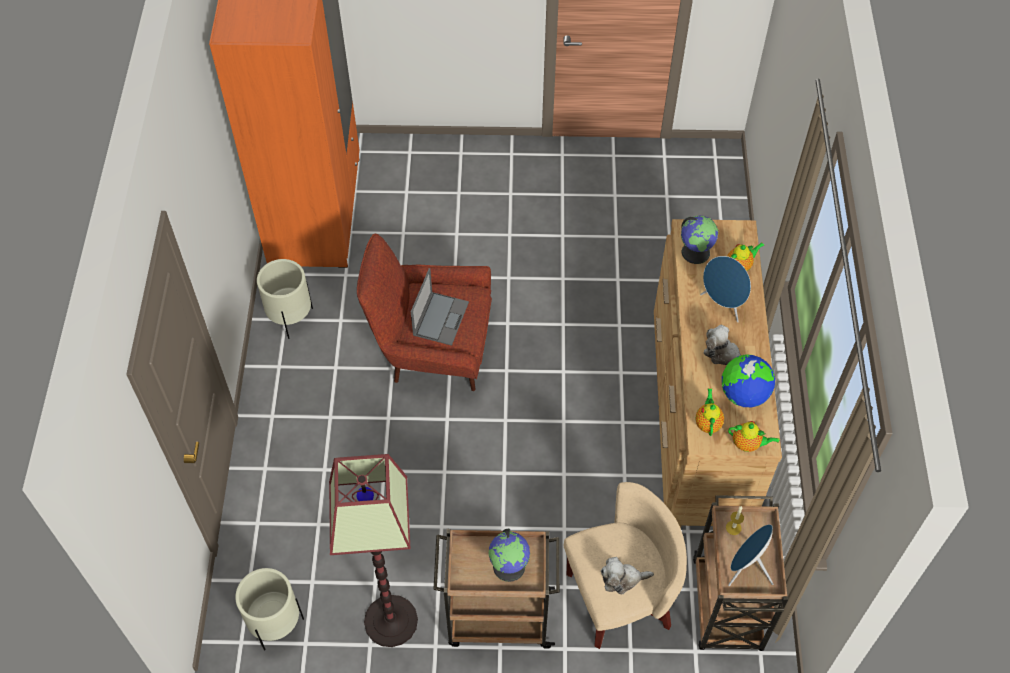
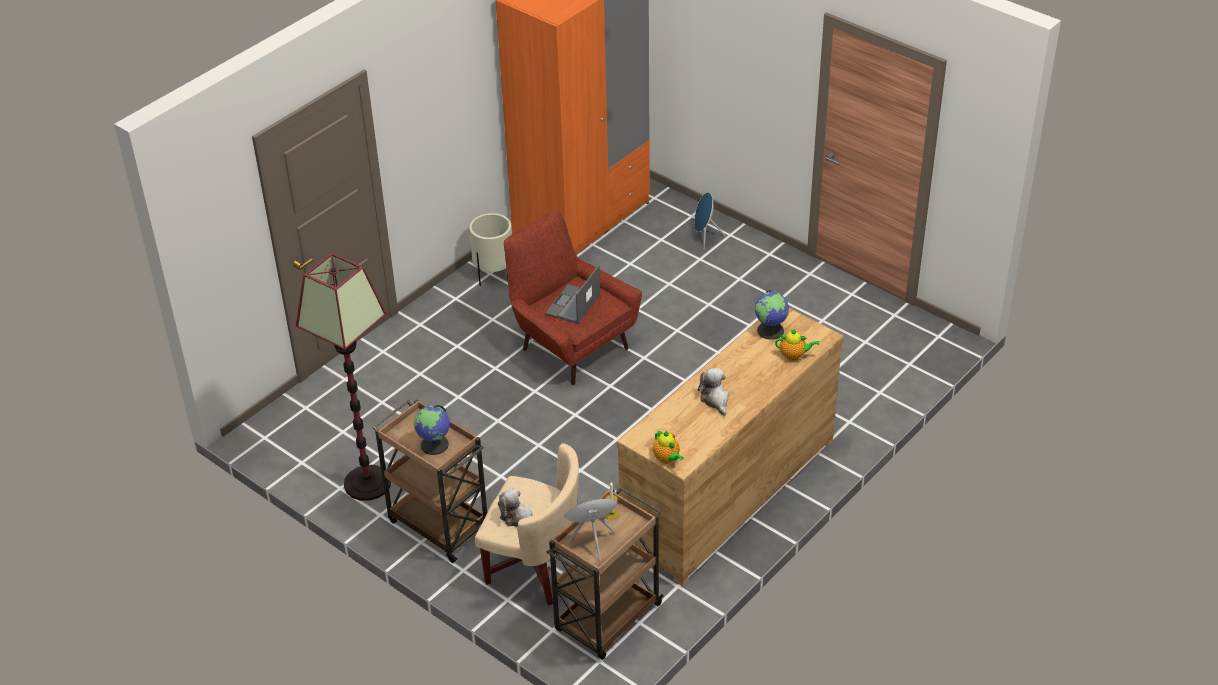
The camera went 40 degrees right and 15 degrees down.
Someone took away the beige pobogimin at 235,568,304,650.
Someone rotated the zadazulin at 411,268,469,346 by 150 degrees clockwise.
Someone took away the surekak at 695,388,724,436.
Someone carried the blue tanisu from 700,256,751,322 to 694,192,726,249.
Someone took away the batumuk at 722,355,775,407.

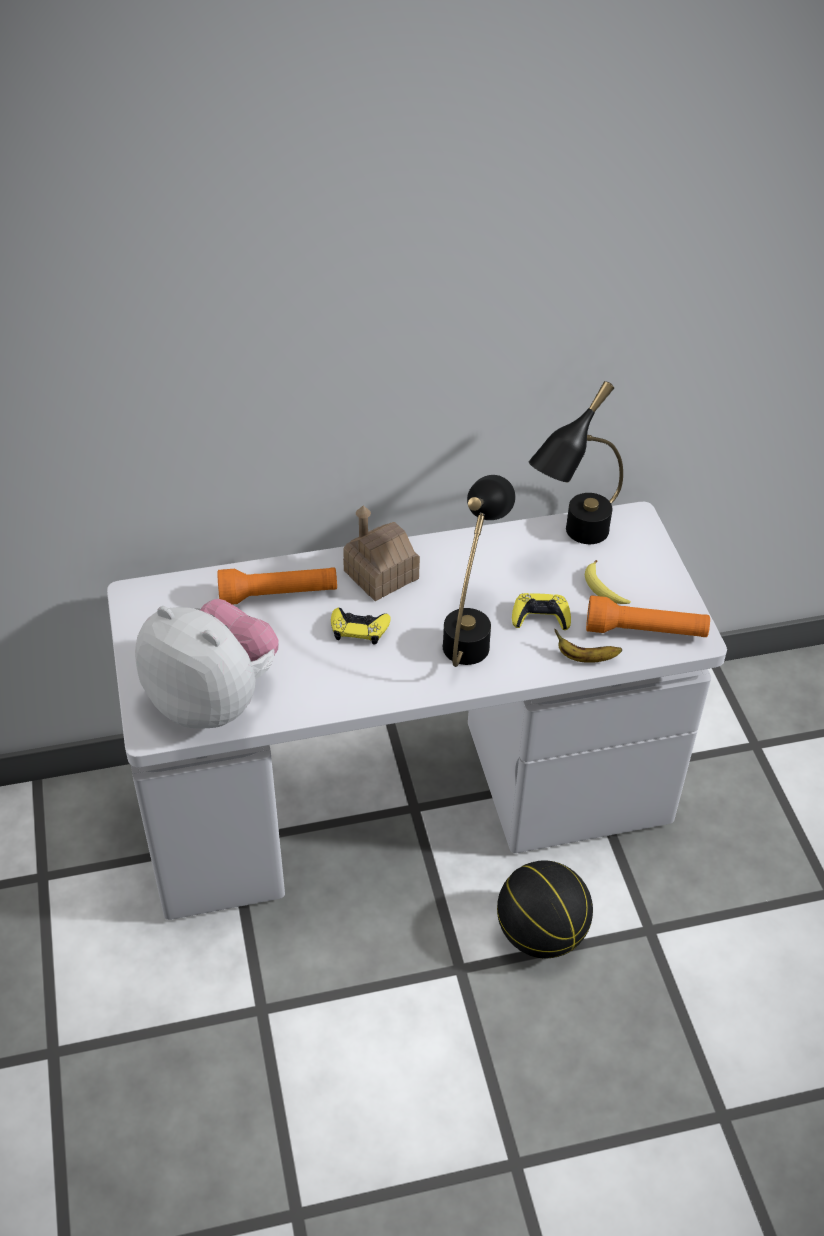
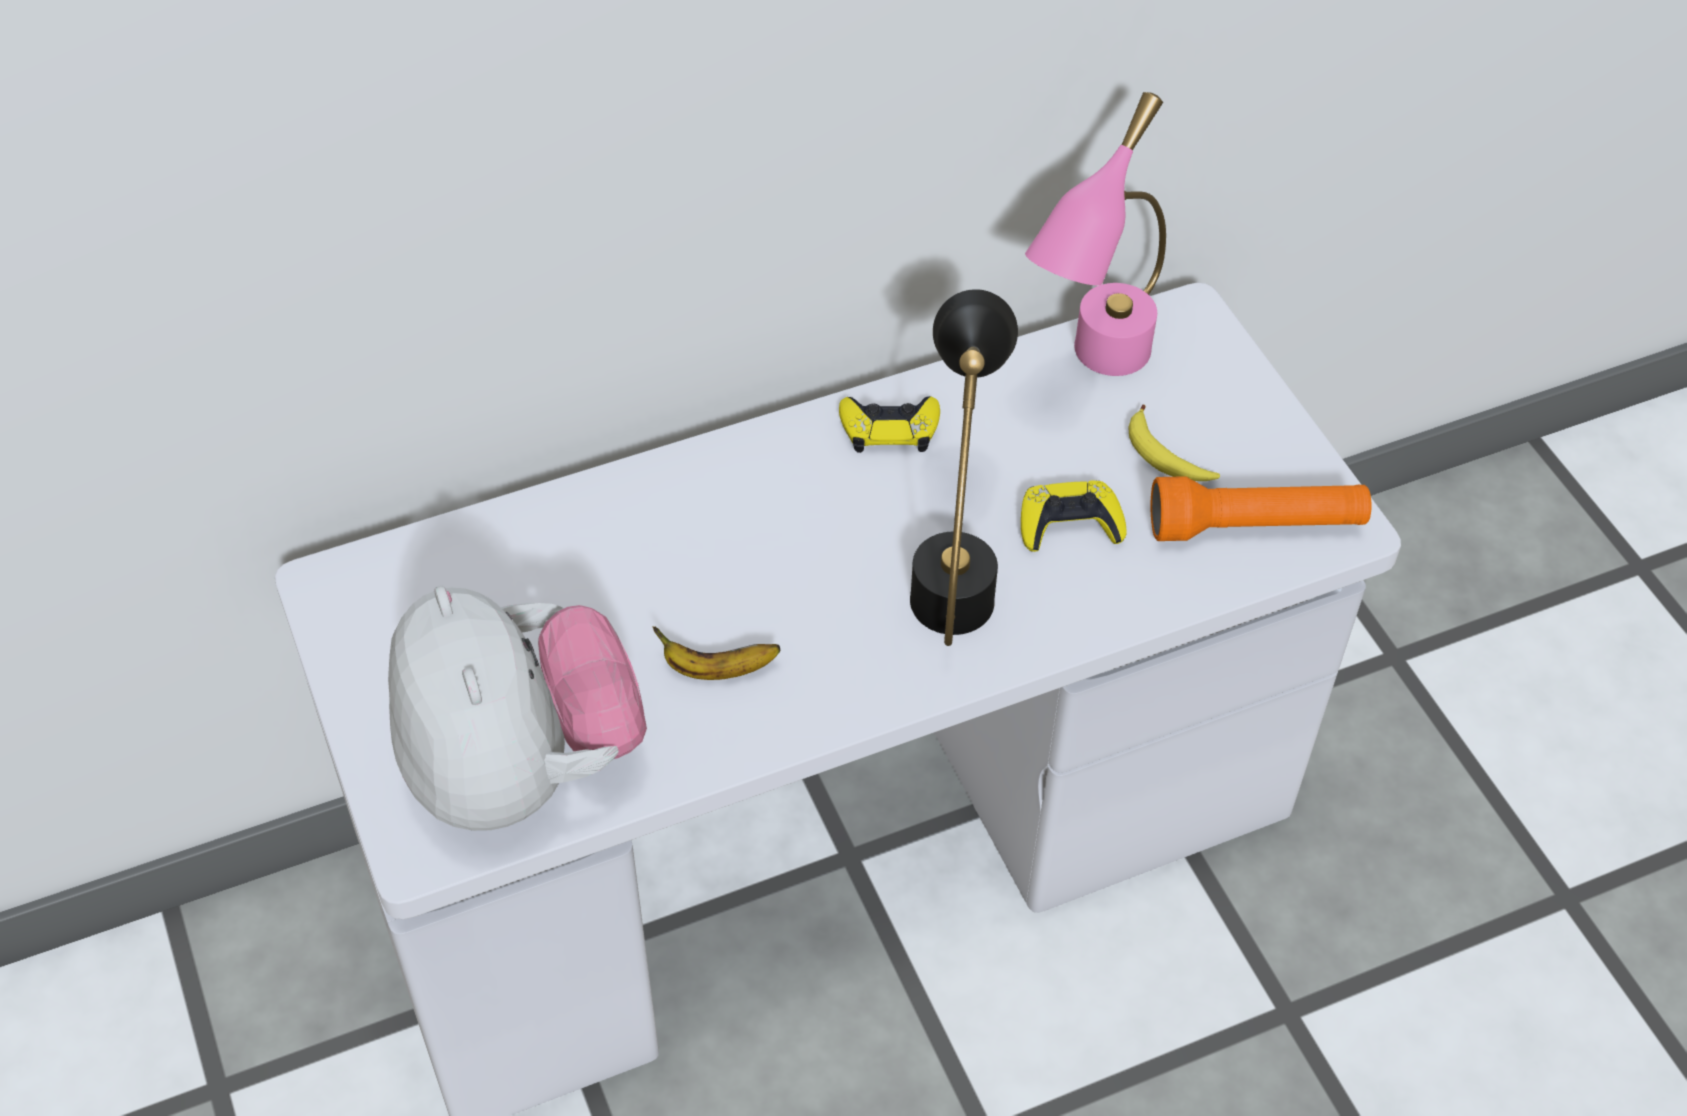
The camera went 10 degrees left and 5 degrees up.
Someone rotated the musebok at 135,599,279,729 by 45 degrees clockwise.
Someone took away the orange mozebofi at 217,568,337,605.
Someone carried the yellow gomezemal from 331,607,391,645 to 839,396,940,453.
Someone took away the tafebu at 343,506,420,601.
Someone took away the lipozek at 497,860,593,958.
Someone repainted the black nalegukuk at 529,381,623,544, which became the pink nalegukuk at 1025,92,1166,376.
Someone carried the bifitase from 554,629,622,663 to 653,626,780,680.

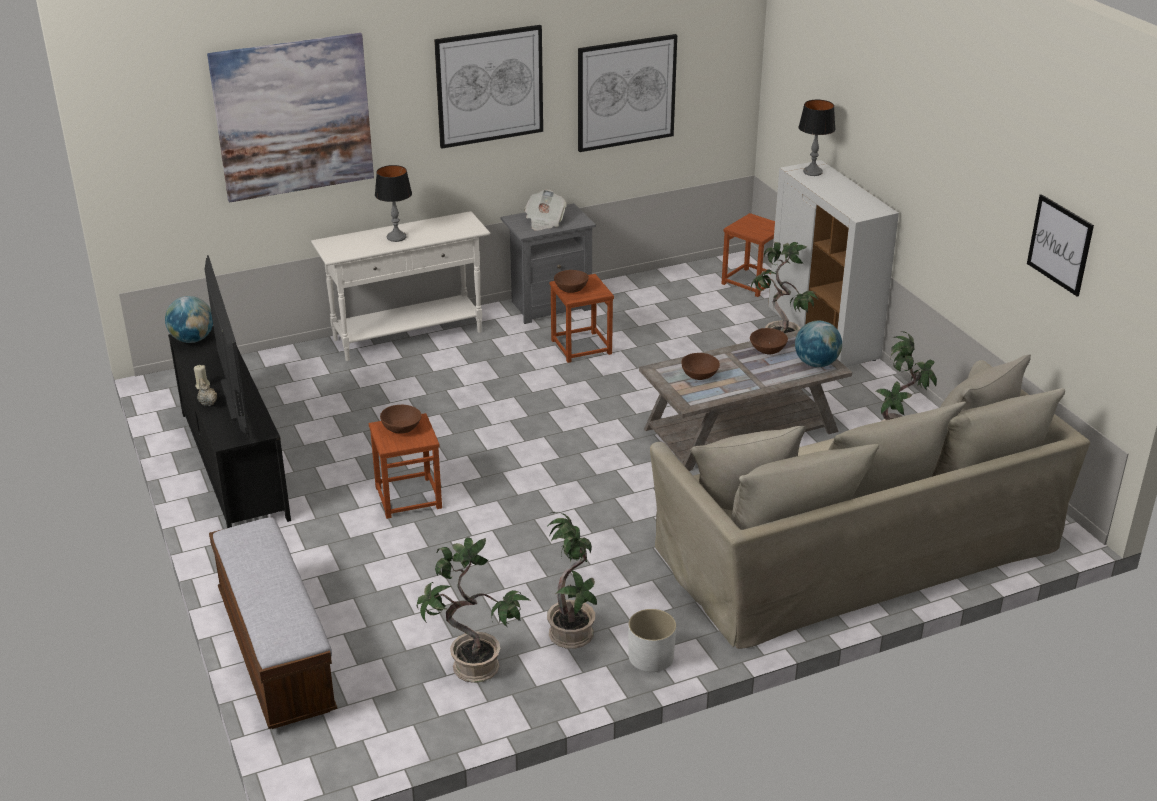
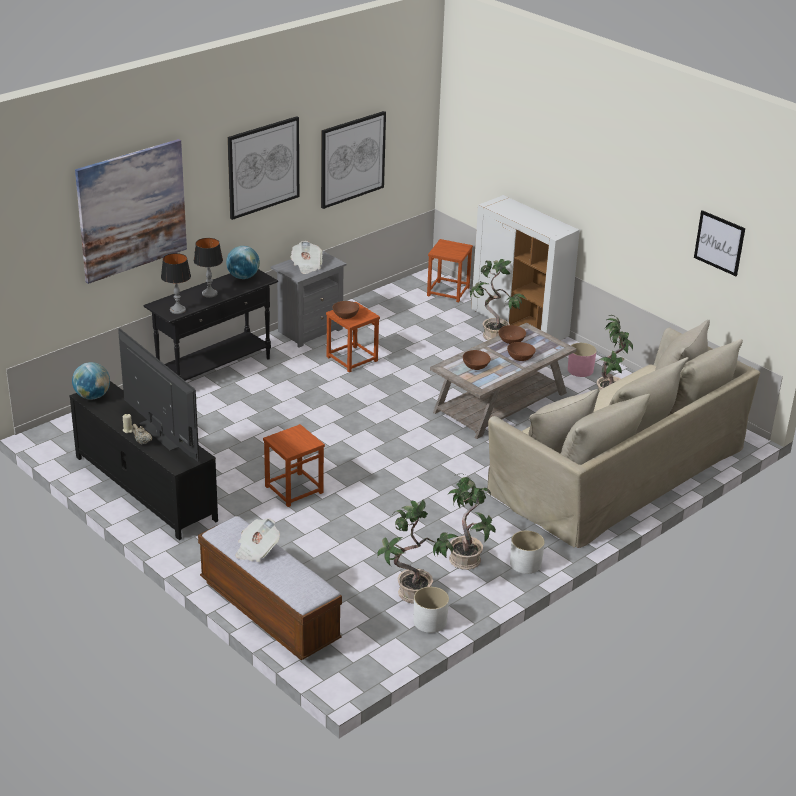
The camera went 20 degrees left and 0 degrees up.
Someone repainted the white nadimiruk at 311,211,490,361, which became the black nadimiruk at 144,269,278,381.
Someone carried the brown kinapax from 380,405,422,434 to 507,342,536,361.
Someone carried the batumuk from 795,321,842,367 to 226,246,260,279.
Someone carried the nalegukuk from 799,100,836,176 to 161,253,191,314.
Someone put down the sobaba at 235,518,280,562.
Someone put down the white pobogimin at 414,587,449,633.
Someone put down the pink pobogimin at 568,343,597,377.

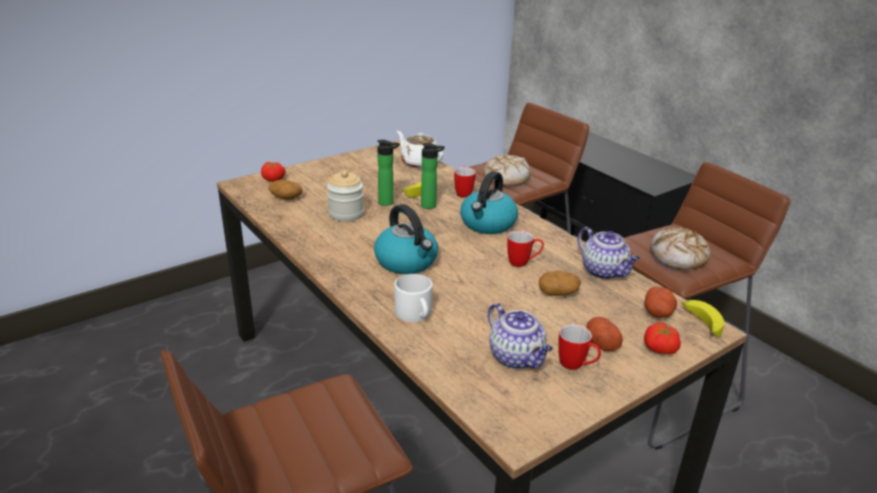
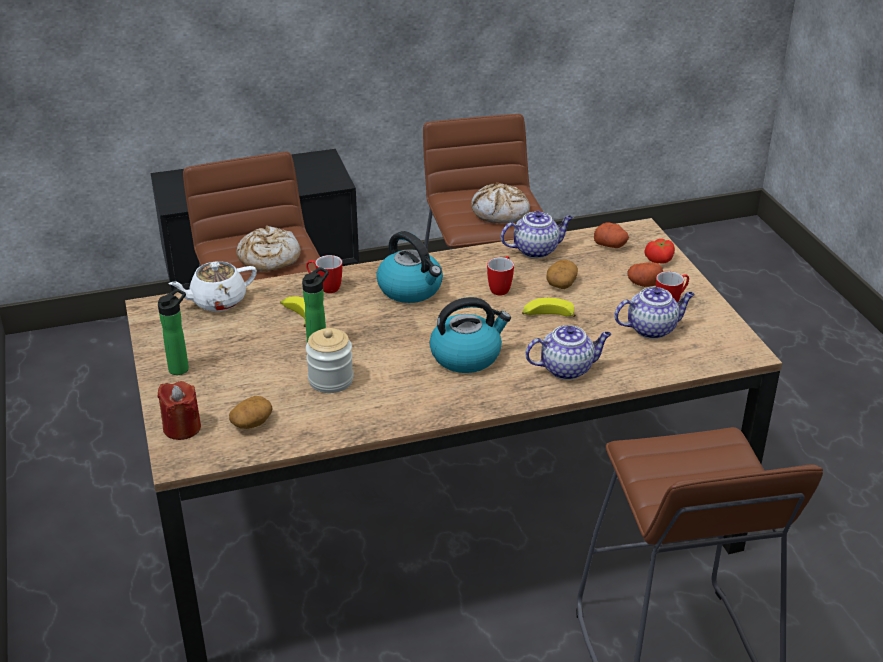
The camera went 70 degrees left and 5 degrees up.
Someone swapped the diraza at 261,162,285,182 for the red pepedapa at 157,381,201,440.
Someone swapped the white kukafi at 394,274,432,322 for the surekak at 525,325,611,380.
Someone carried the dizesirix from 421,143,445,209 to 158,289,189,375.
Someone carried the bifitase from 682,300,724,337 to 522,298,576,317.

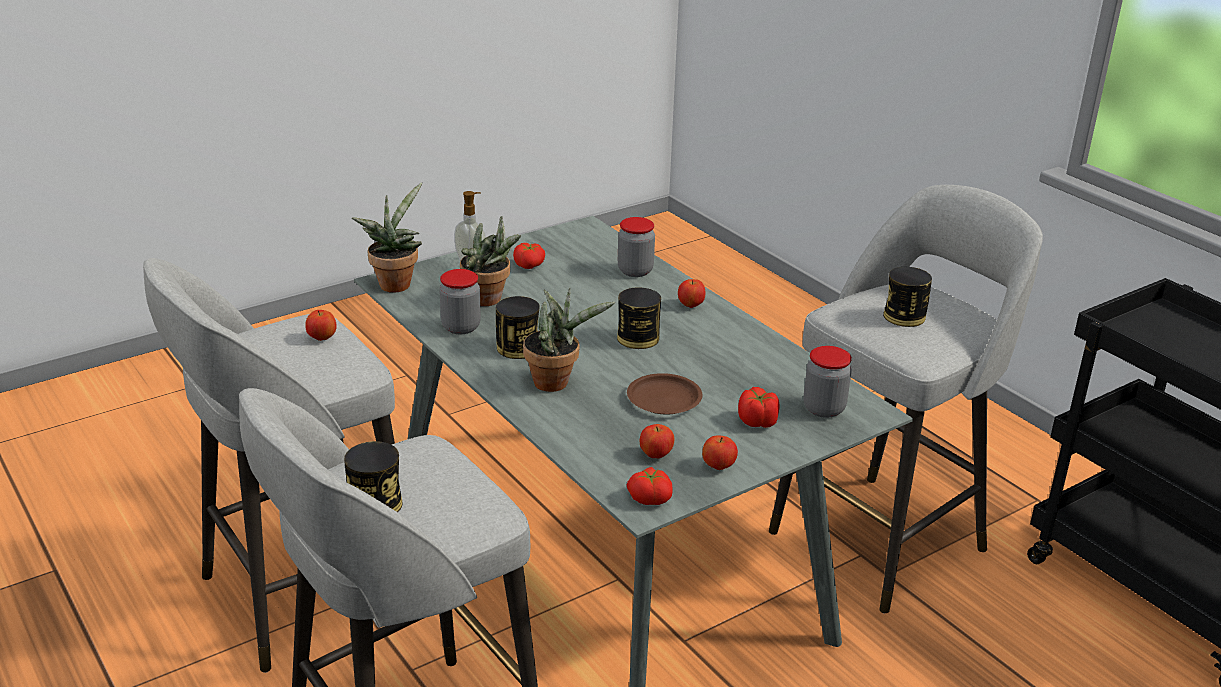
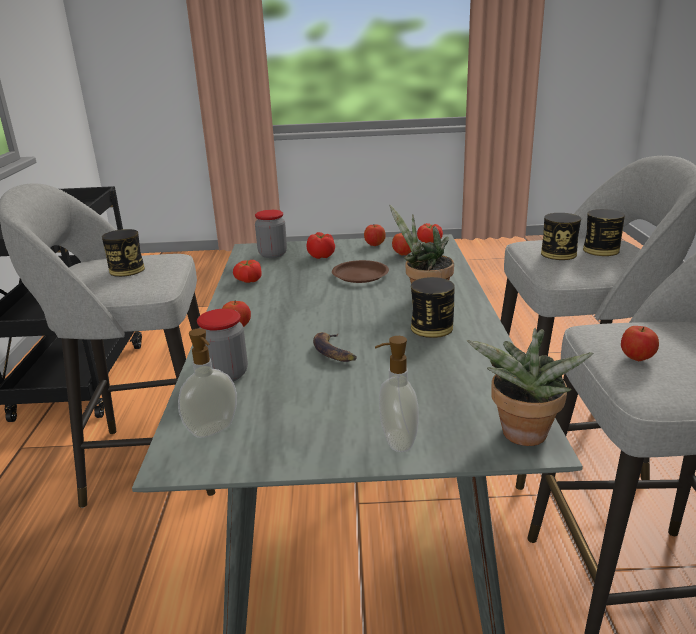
The camera went 145 degrees left and 5 degrees down.
Someone took away the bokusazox at 439,269,481,334.
Someone took away the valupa at 460,216,521,306.
Someone carried the diraza from 513,243,545,269 to 233,260,262,283.
Someone carried the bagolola from 617,287,661,349 to 541,213,581,260.
Someone put down the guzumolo at 178,328,237,438.
Someone put down the bifitase at 313,332,357,362.

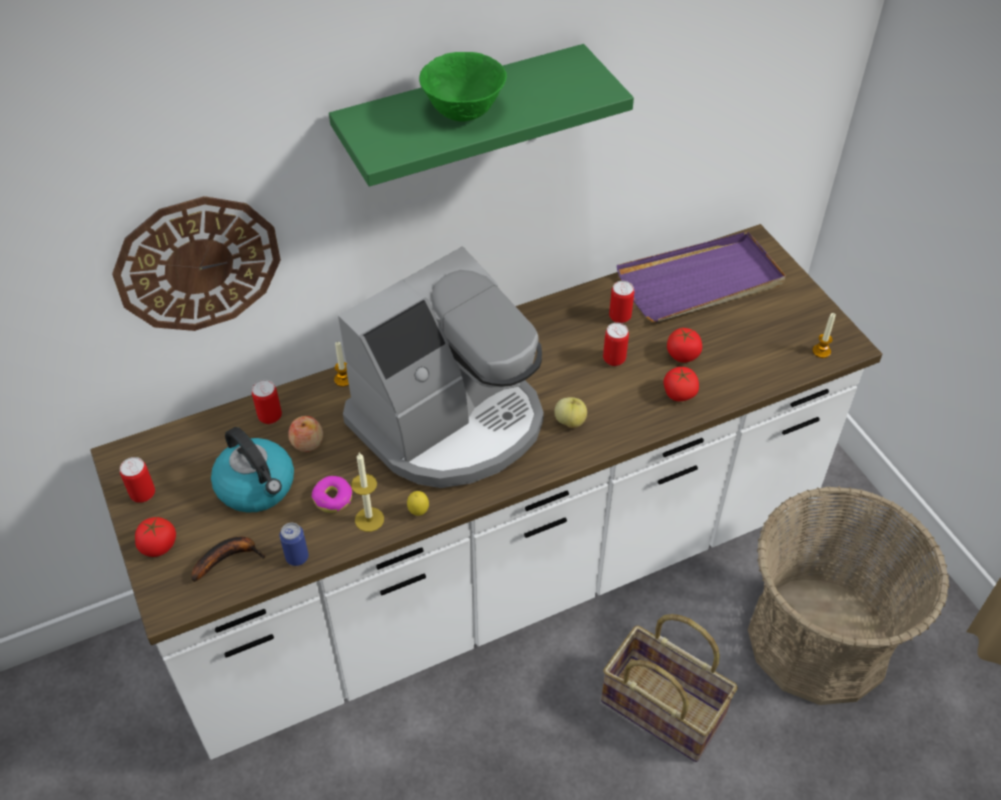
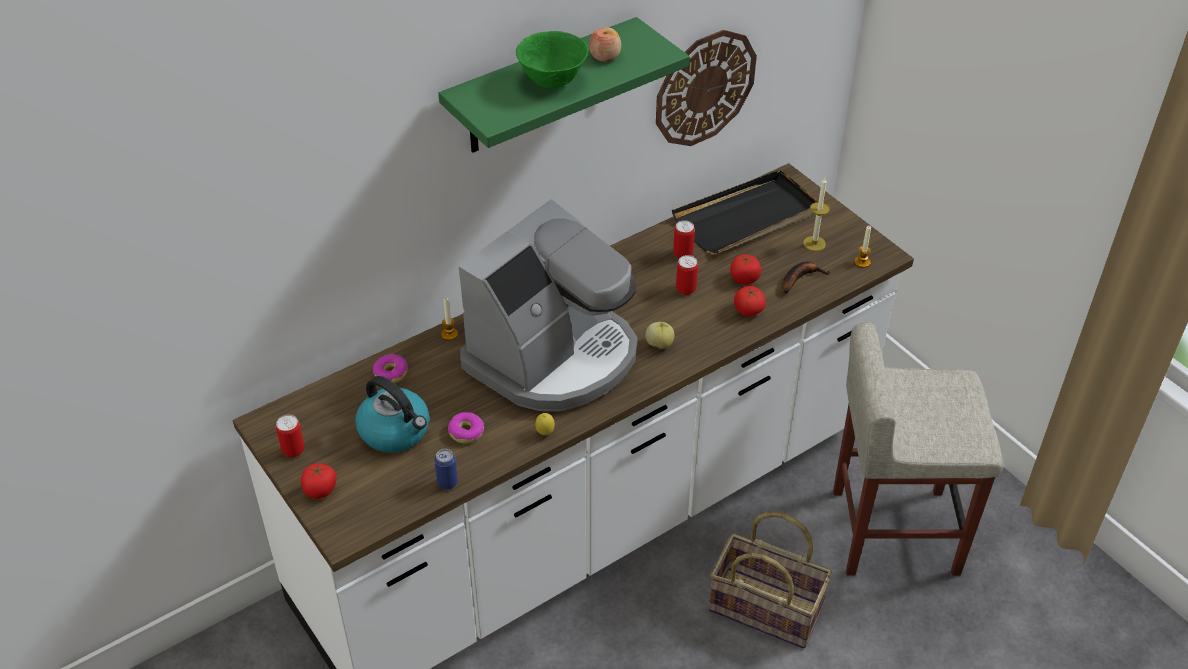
The camera went 10 degrees left and 5 degrees down.
Someone carried the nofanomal from 112,196,281,331 to 656,30,757,146.
Someone carried the bifitase from 191,537,266,582 to 782,261,830,294.
Someone swapped the bagolola at 252,380,282,424 for the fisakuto at 373,354,408,383.
Someone carried the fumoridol from 288,416,323,452 to 589,27,621,62.
Someone carried the pepedapa from 351,452,384,532 to 803,177,830,251.
Someone repainted the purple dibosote at 617,232,786,322, which became the black dibosote at 672,170,819,255.
Someone swapped the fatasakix at 748,486,949,705 for the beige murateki at 833,322,1003,575.

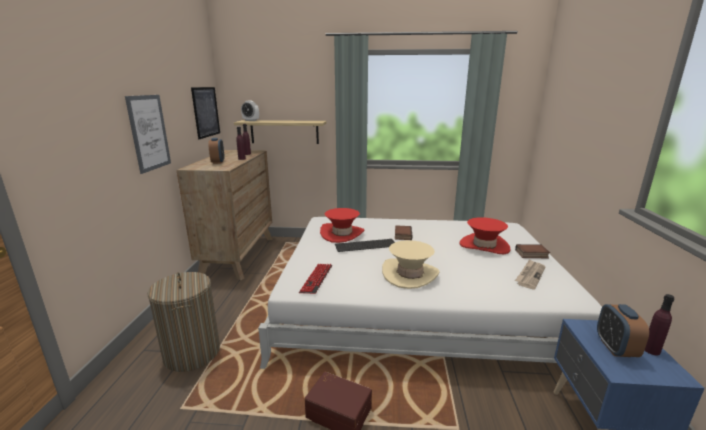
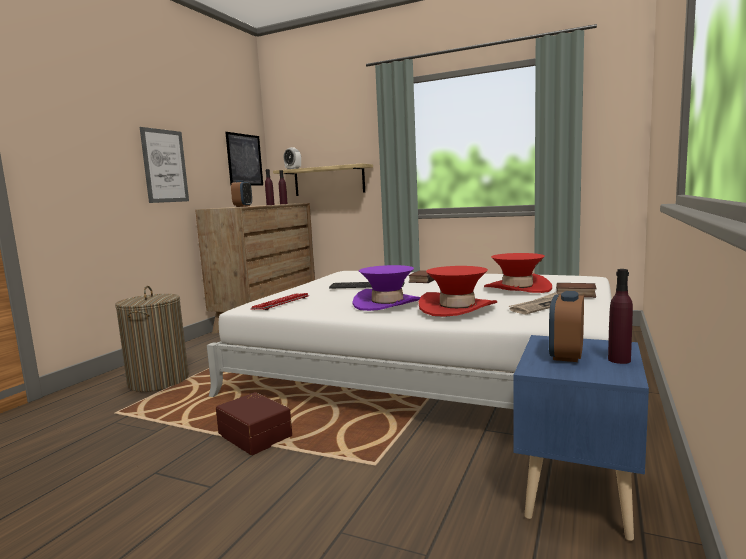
The camera went 20 degrees right and 10 degrees down.
Someone carried the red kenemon from 320,208,365,243 to 418,266,497,317.
Someone repainted the beige kenemon at 382,240,440,289, which became the purple kenemon at 353,265,420,311.

